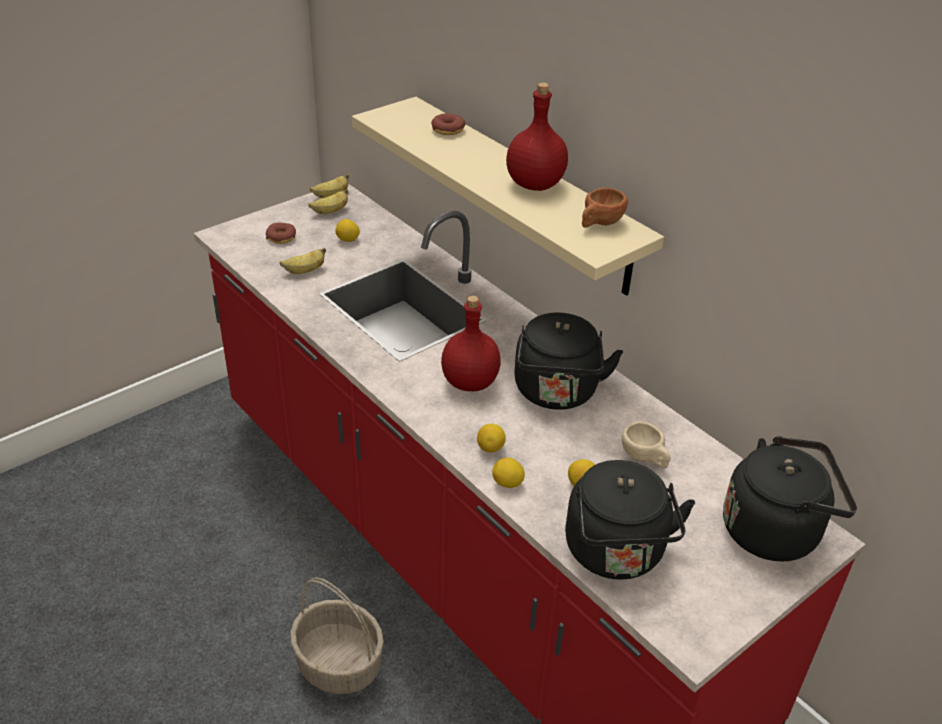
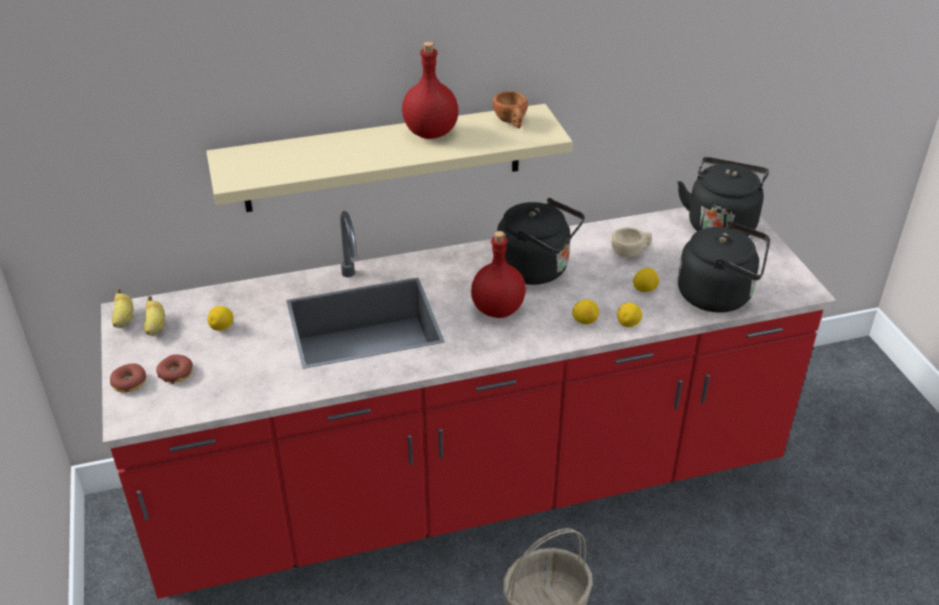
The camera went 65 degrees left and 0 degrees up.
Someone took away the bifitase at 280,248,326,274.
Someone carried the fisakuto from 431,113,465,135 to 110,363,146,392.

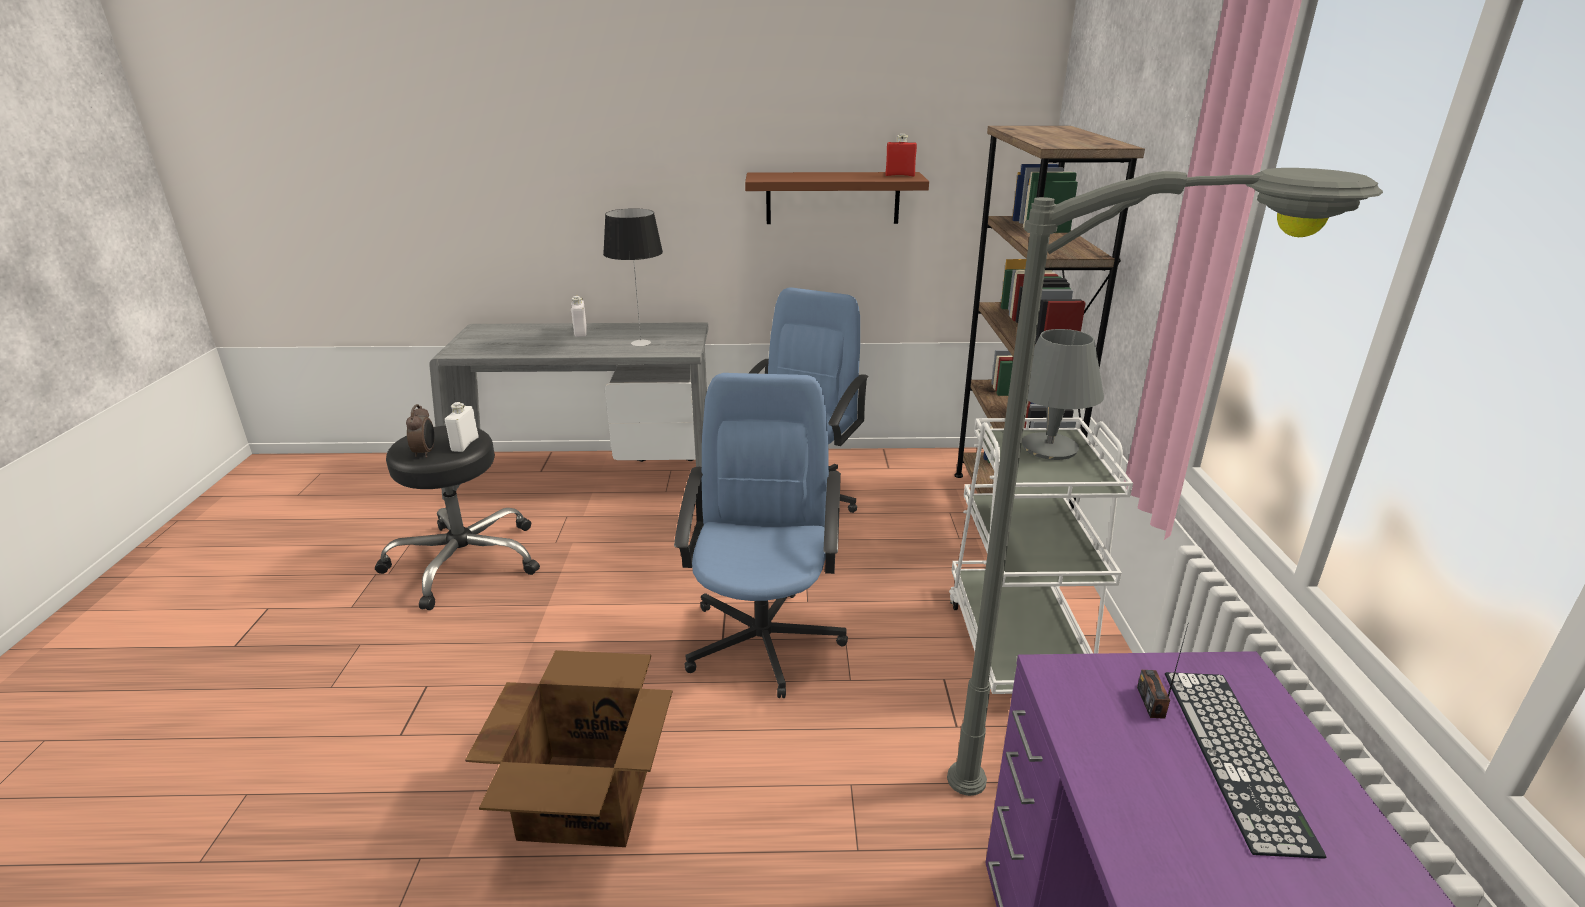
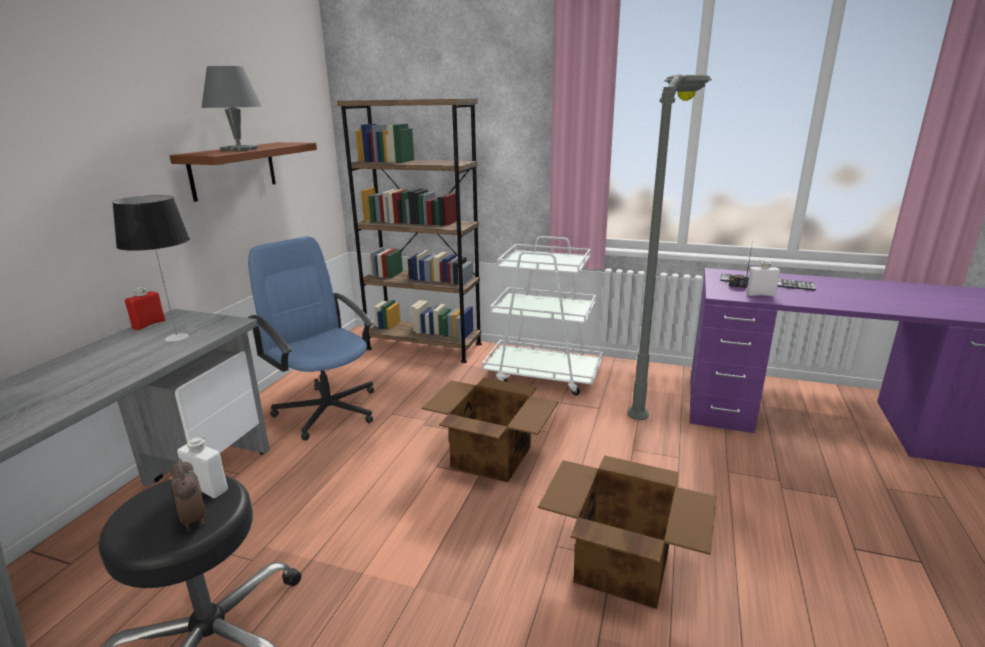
The camera went 70 degrees left and 5 degrees down.
Someone rotated the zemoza at 406,404,435,458 by 135 degrees counterclockwise.
Someone carried the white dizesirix from 571,296,587,337 to 746,260,780,297.
Someone swapped the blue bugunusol at 674,373,848,698 for the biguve at 421,377,558,482.
Someone carried the red dizesirix from 886,134,917,177 to 125,287,165,330.
Someone carried the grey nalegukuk from 1022,329,1104,460 to 202,66,262,151.

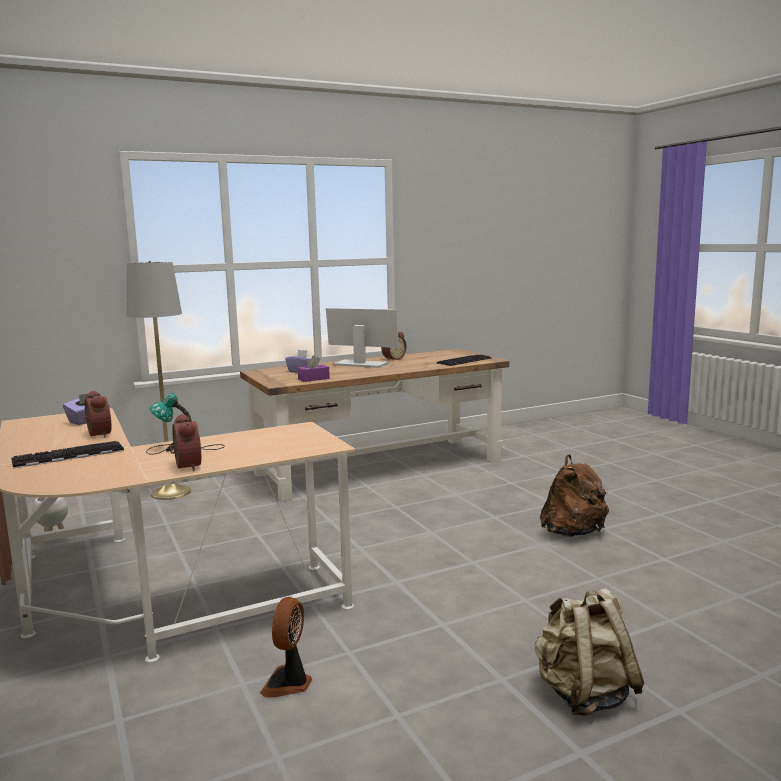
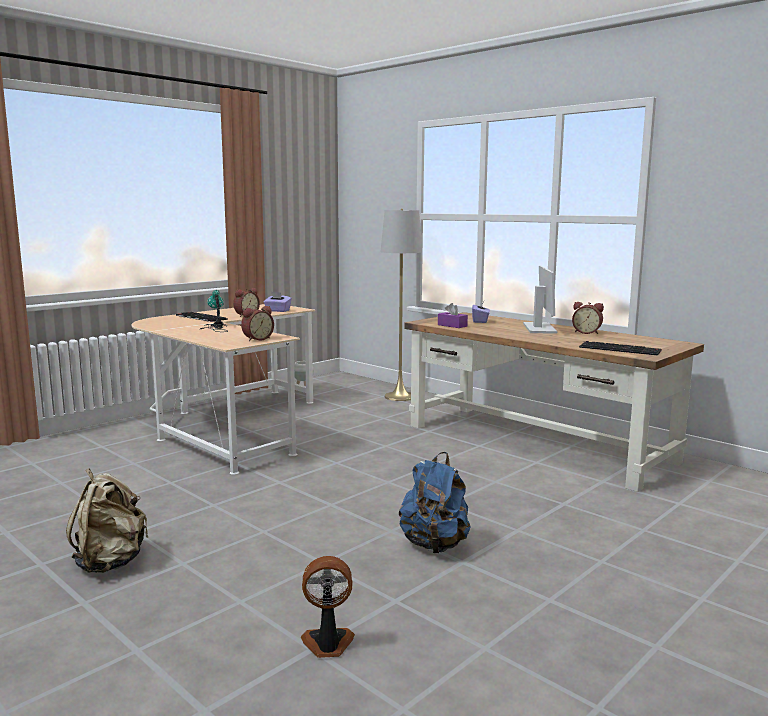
The camera went 70 degrees right and 0 degrees up.
Someone carried the zemoza from 170,414,201,471 to 241,306,274,341.
Someone carried the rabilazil from 260,597,312,698 to 301,556,355,658.
Someone repainted the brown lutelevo at 540,454,609,537, which became the blue lutelevo at 399,452,471,553.

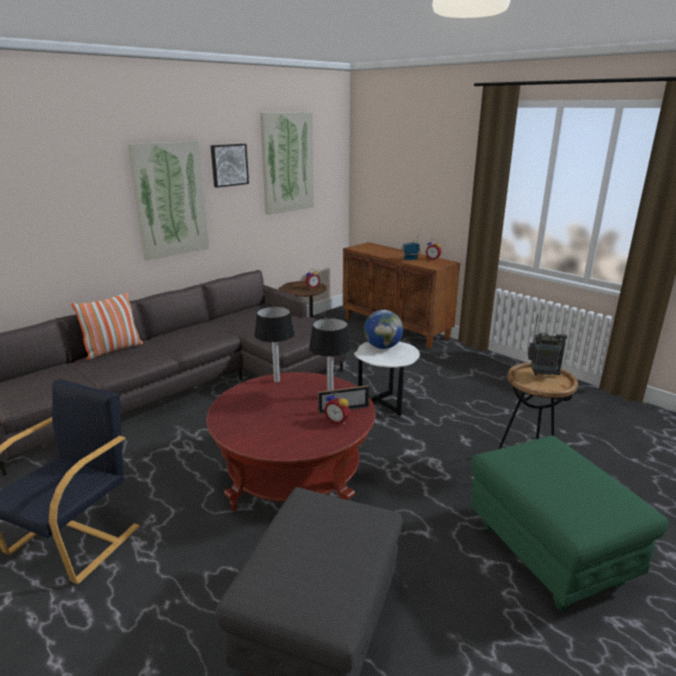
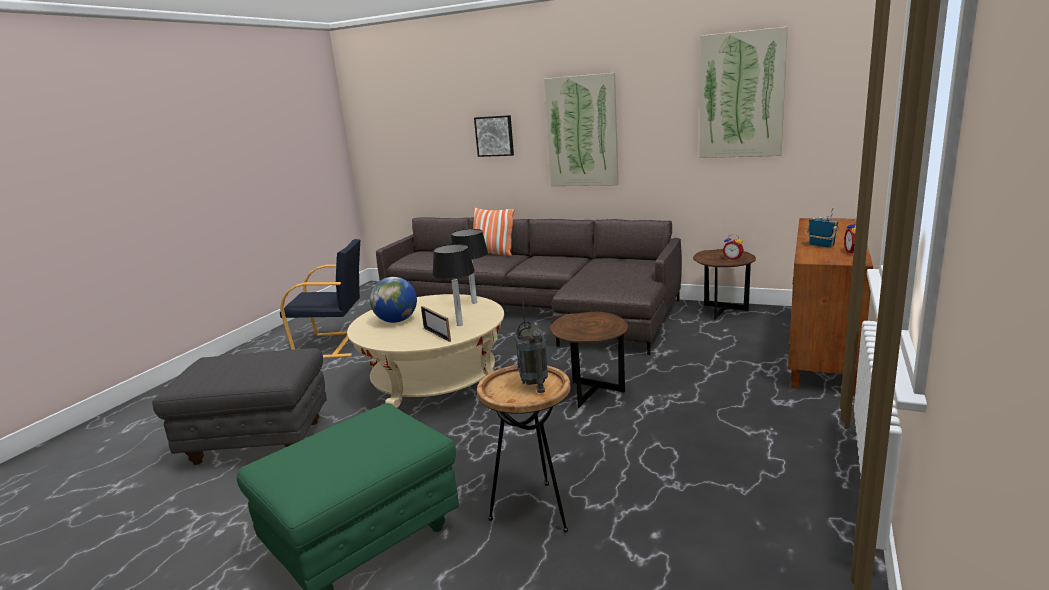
The camera went 70 degrees right and 5 degrees down.
Someone repainted the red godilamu at 207,372,376,511, which became the beige godilamu at 347,294,504,408.
Someone carried the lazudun from 211,144,249,188 to 474,115,514,157.
Someone took away the zemoza at 324,392,350,424.
Someone repainted the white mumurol at 354,342,420,416, which became the brown mumurol at 550,312,628,408.
Someone carried the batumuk from 364,310,403,349 to 370,277,417,323.

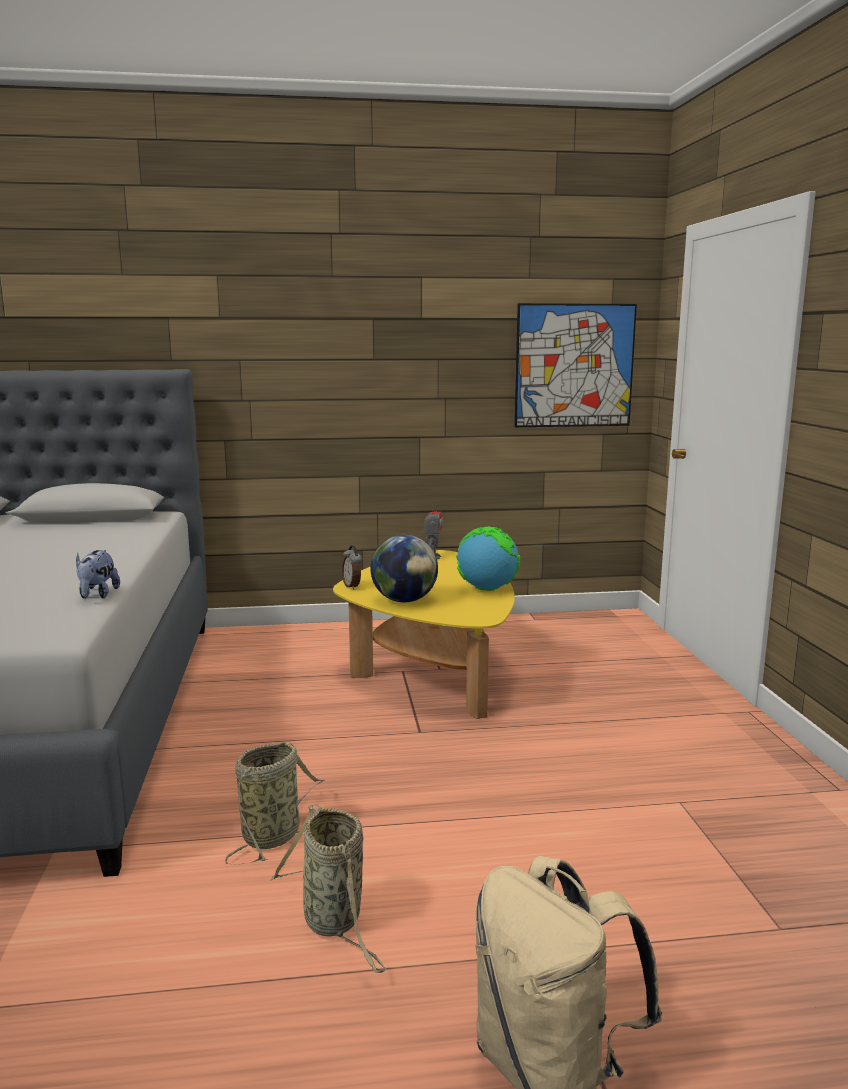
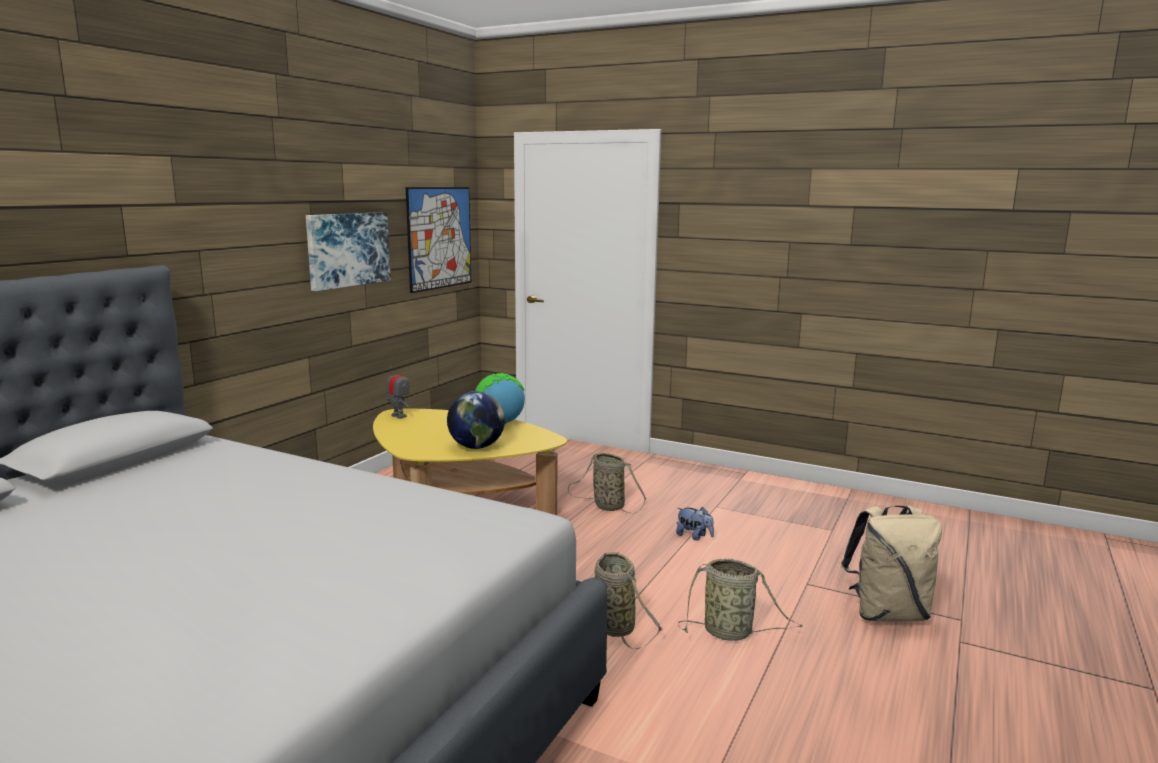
The camera went 55 degrees left and 0 degrees up.
Someone carried the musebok from 76,550,120,598 to 676,507,714,541.
Someone took away the zemoza at 342,545,362,590.
Someone put up the lazudun at 306,212,391,291.
Someone put down the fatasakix at 568,453,646,513.

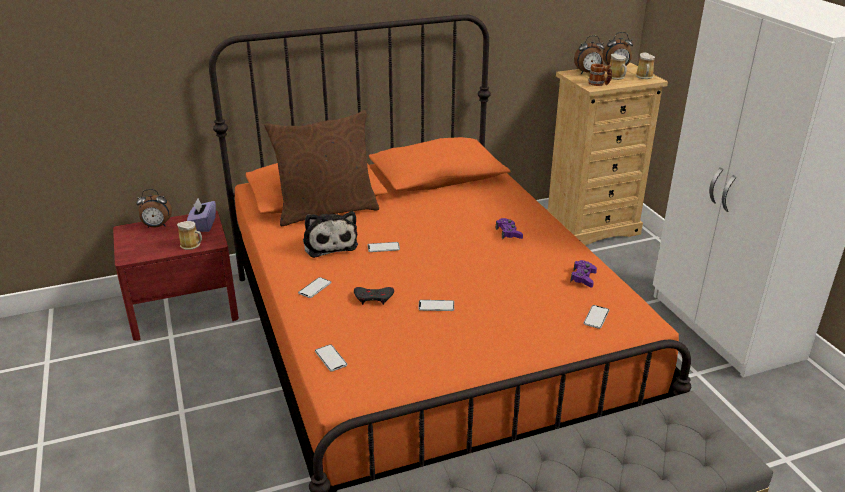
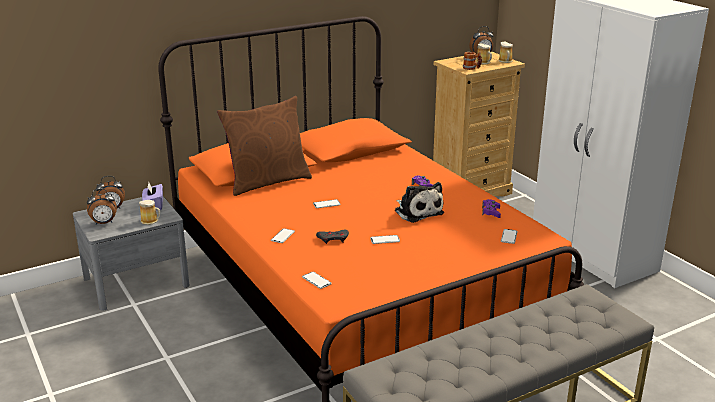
The camera went 10 degrees left and 5 degrees down.
Someone repainted the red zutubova at 113,210,239,341, which became the grey zutubova at 73,196,190,311.
Someone carried the musebok from 303,211,358,258 to 395,182,444,223.
Someone carried the zemoza from 574,36,605,74 to 87,189,117,225.

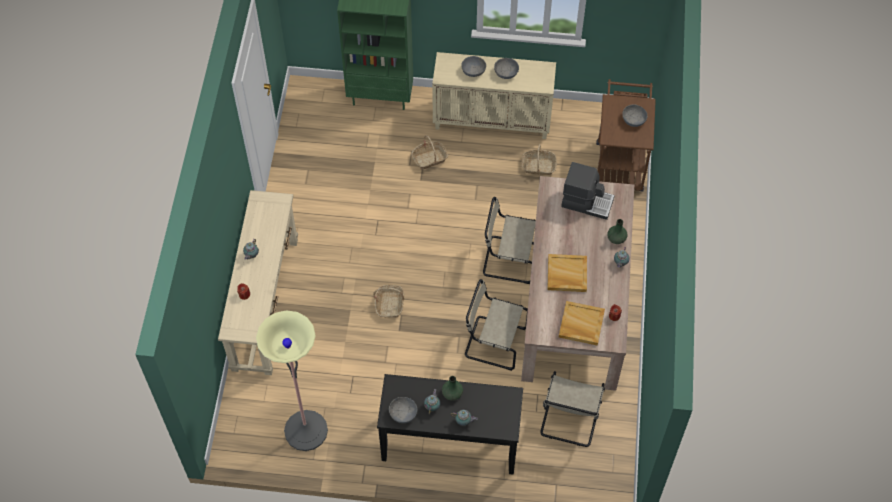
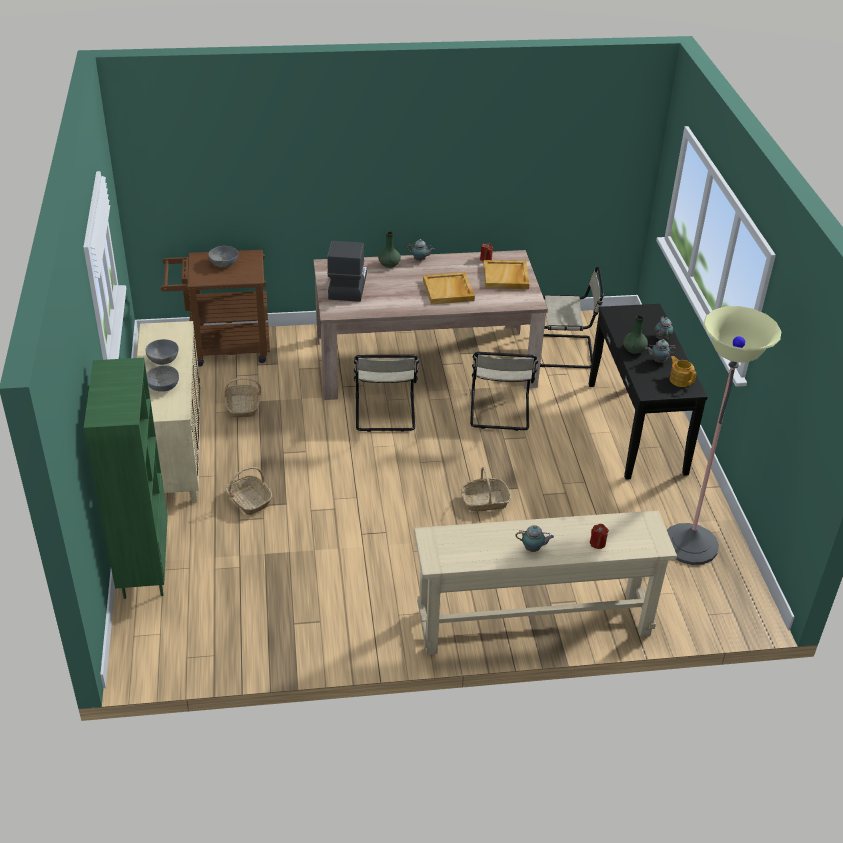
The camera went 105 degrees left and 20 degrees down.
Someone swapped the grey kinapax at 389,397,417,423 for the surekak at 670,356,696,387.

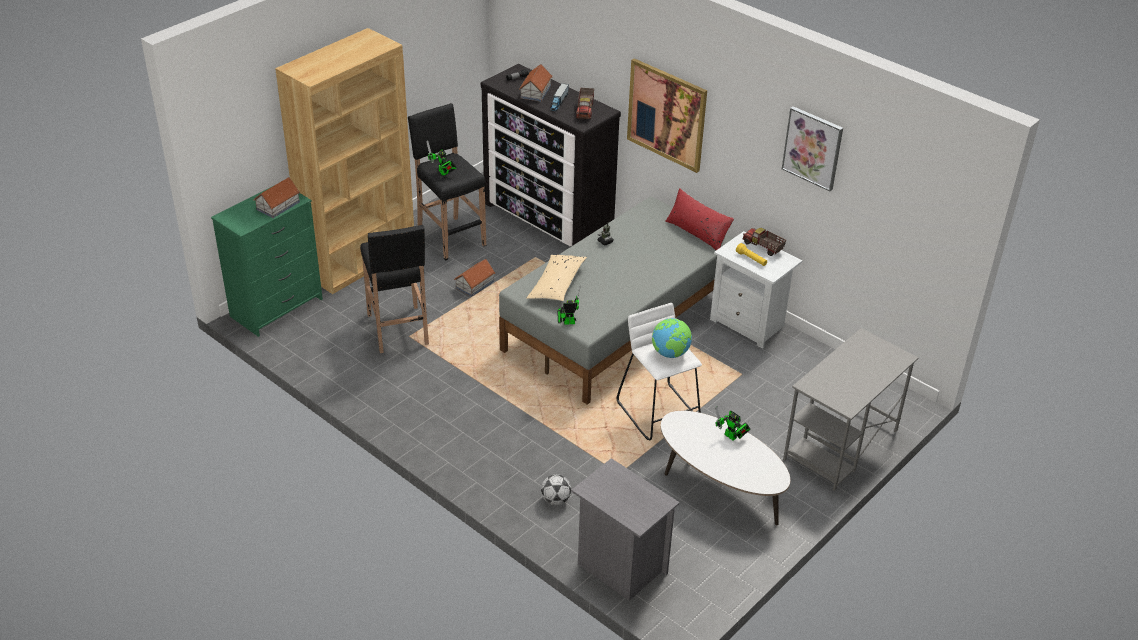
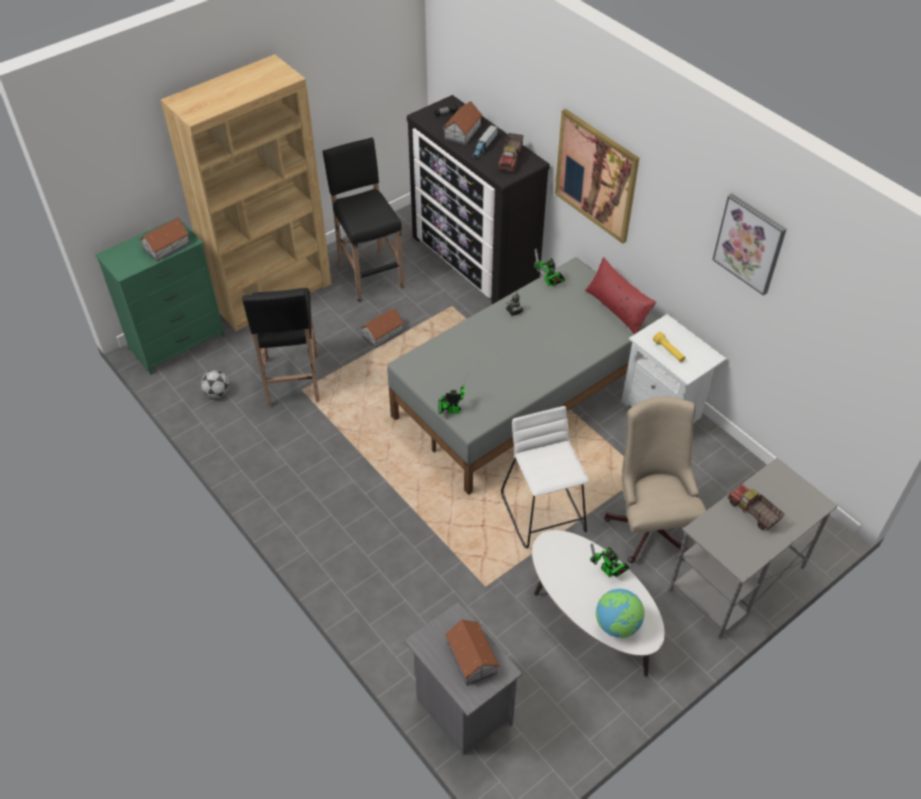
The camera went 10 degrees right and 10 degrees up.
Someone carried the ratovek from 426,141,457,176 to 534,248,565,286.
Someone took away the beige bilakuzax at 526,255,587,301.
Someone carried the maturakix from 541,474,571,505 to 201,370,229,398.
Someone carried the batumuk from 652,318,692,358 to 596,589,645,638.
Someone carried the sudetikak from 743,228,786,256 to 727,484,785,530.
Someone put down the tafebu at 445,619,499,686.
Someone put down the beige bugunusol at 604,396,706,563.

